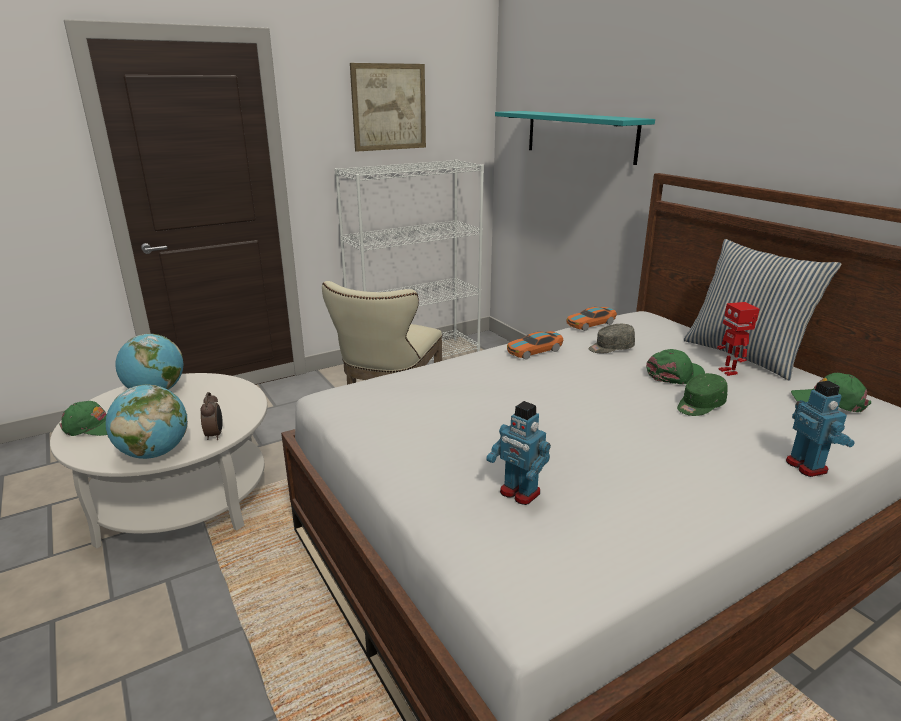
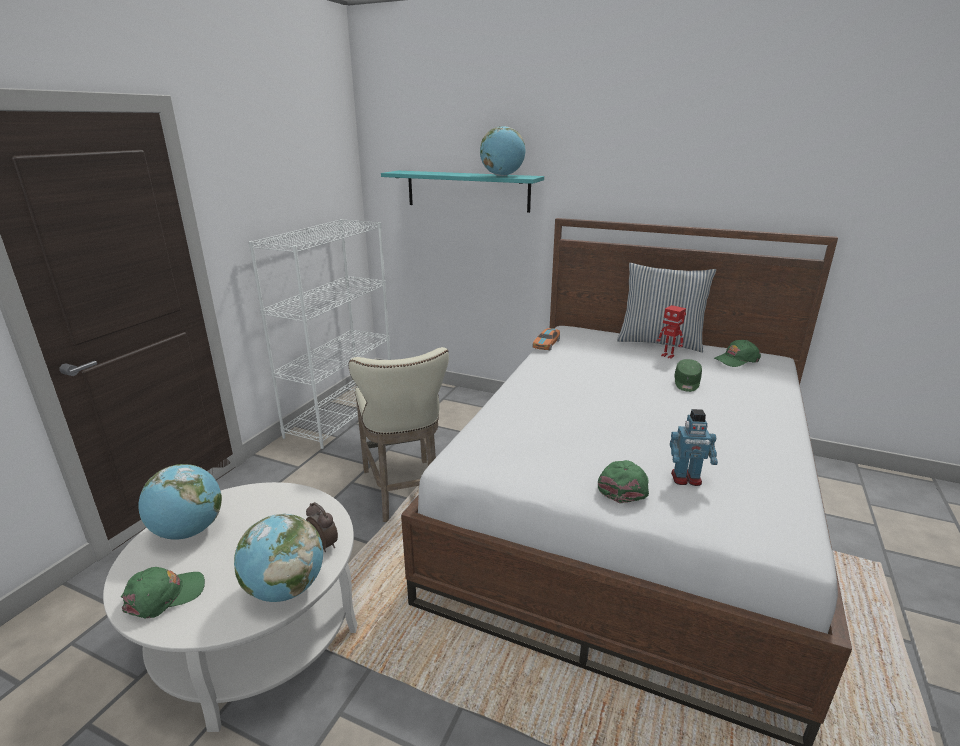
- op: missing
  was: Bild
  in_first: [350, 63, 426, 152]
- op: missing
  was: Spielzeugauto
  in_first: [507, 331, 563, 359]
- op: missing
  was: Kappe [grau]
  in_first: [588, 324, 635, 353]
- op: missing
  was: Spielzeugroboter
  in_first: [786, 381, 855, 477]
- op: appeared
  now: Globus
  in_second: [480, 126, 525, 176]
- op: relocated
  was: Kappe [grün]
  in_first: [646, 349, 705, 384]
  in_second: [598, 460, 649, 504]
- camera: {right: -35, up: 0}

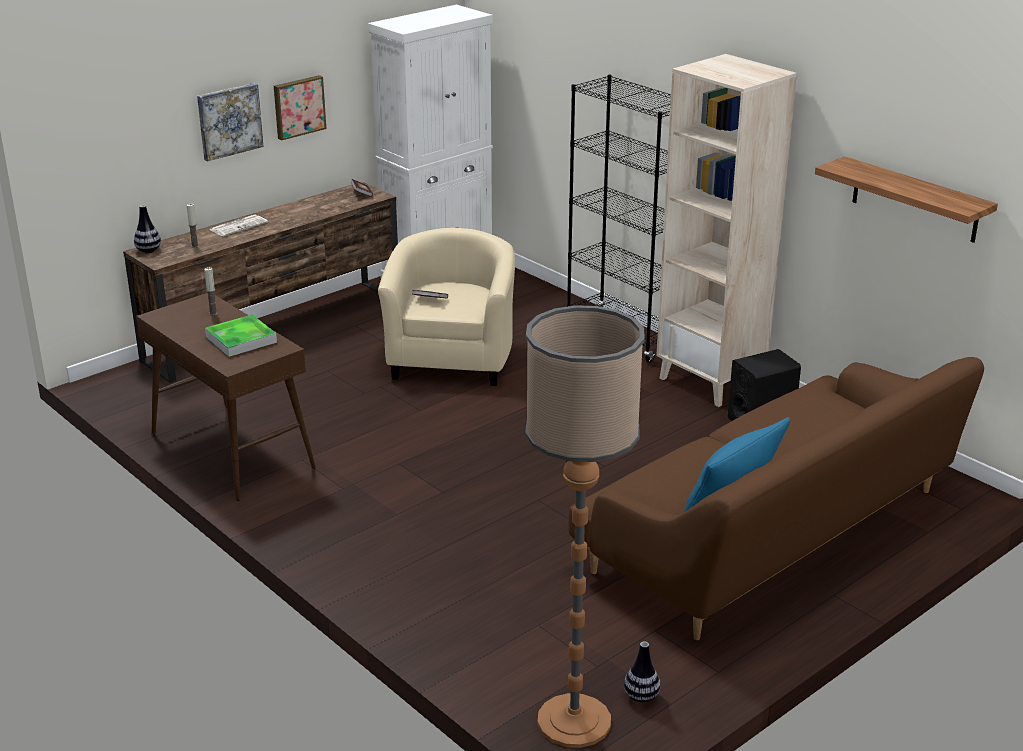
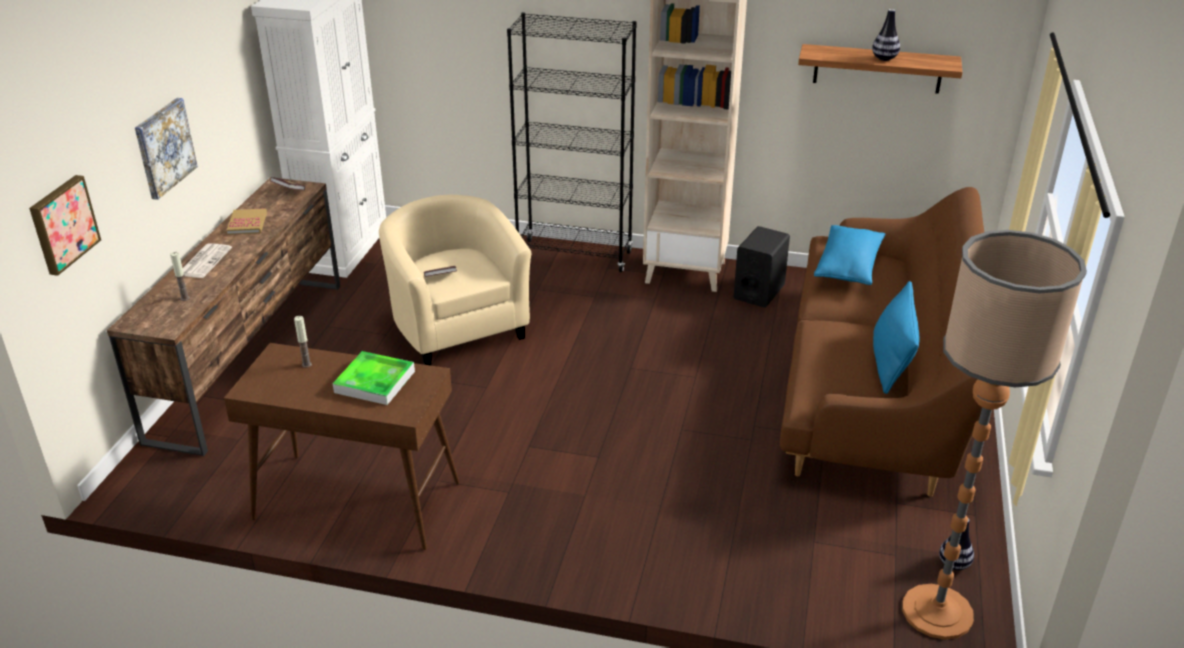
- op: appeared
  now: Buch
  in_second: [227, 208, 267, 235]
- op: appeared
  now: Kissen [blau]
  in_second: [814, 225, 886, 285]
- op: relocated
  was: Vase
  in_first: [134, 205, 161, 253]
  in_second: [872, 9, 900, 61]
- op: relocated
  was: Bild
  in_first: [274, 75, 326, 140]
  in_second: [29, 175, 101, 276]
- camera: {right: -35, up: 5}

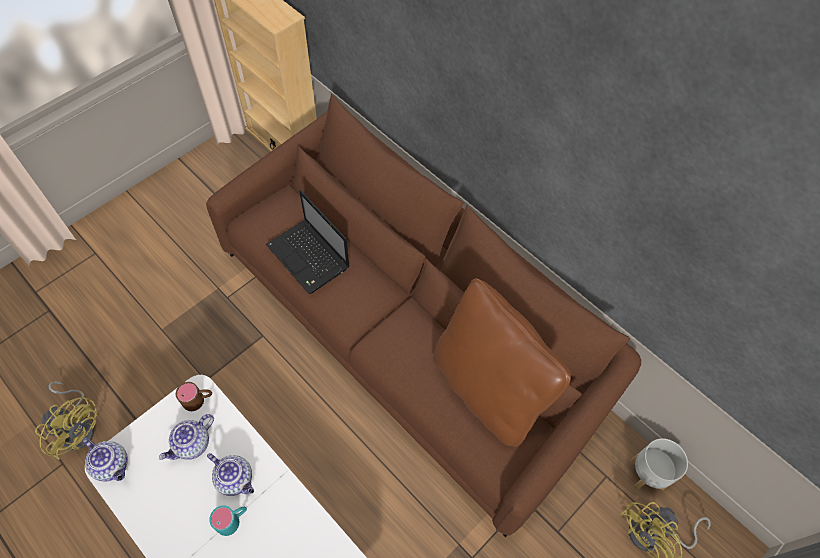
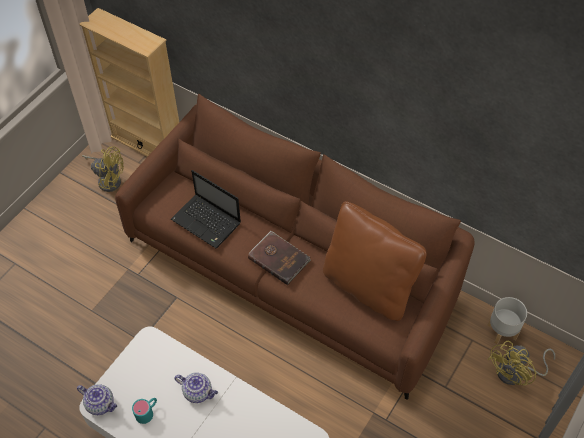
- op: missing
  was: Teekanne
  in_first: [159, 414, 214, 460]
- op: missing
  was: Henkelbecher [braun]
  in_first: [176, 382, 212, 411]
- op: appeared
  now: Buch [braun]
  in_second: [248, 231, 311, 285]
- op: relocated
  was: Ventilator [gelb]
  in_first: [35, 381, 97, 460]
  in_second: [82, 146, 124, 192]
- op: relocated
  was: Henkelbecher [türkis]
  in_first: [209, 506, 247, 536]
  in_second: [132, 398, 157, 424]
- camera: {right: -10, up: -5}

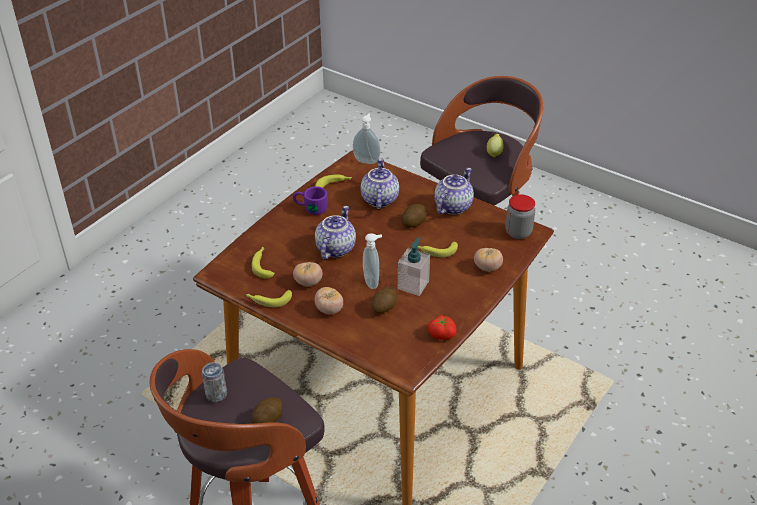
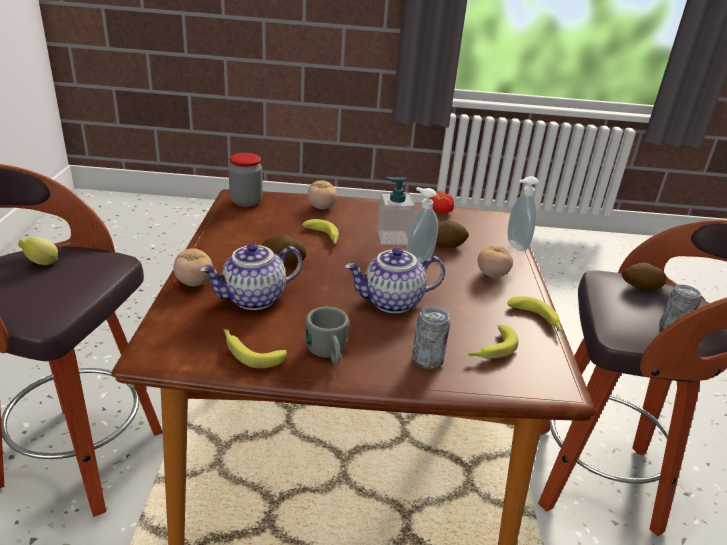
- op: missing
  was: Teekanne
  in_first: [435, 168, 474, 215]
- op: appeared
  now: Dose
  in_second: [412, 307, 450, 369]
- op: relocated
  was: Tomate
  in_first: [293, 262, 323, 287]
  in_second: [173, 248, 213, 286]
- op: relocated
  was: Seifenspender
  in_first: [353, 113, 380, 164]
  in_second: [507, 176, 539, 251]
- op: colour
  was: Henkelbecher [lila]
  now: Henkelbecher [grau]
  in_first: [293, 186, 328, 215]
  in_second: [306, 307, 349, 365]
- camera: {right: -125, up: -10}

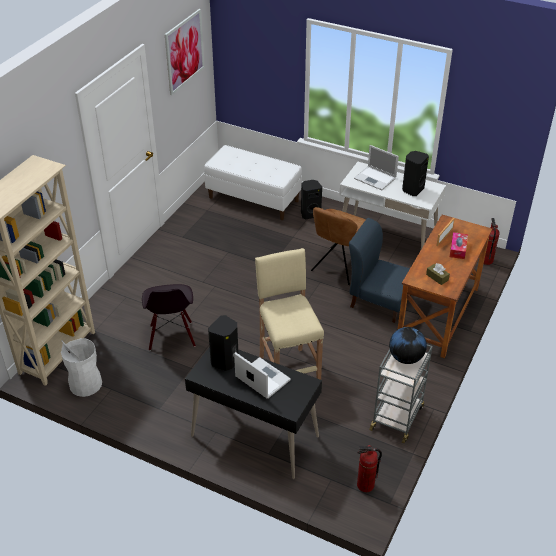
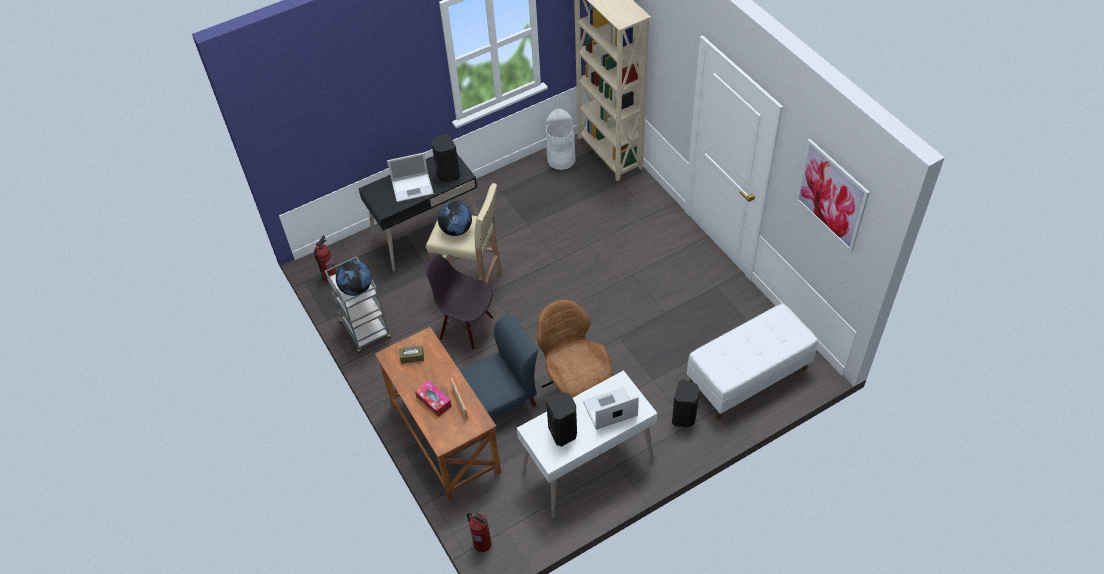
- op: appeared
  now: Globus
  in_second: [437, 202, 472, 236]
- op: relocated
  was: Stuhl [schwarz]
  in_first: [142, 284, 196, 351]
  in_second: [425, 254, 494, 351]
- camera: {right: 125, up: 10}

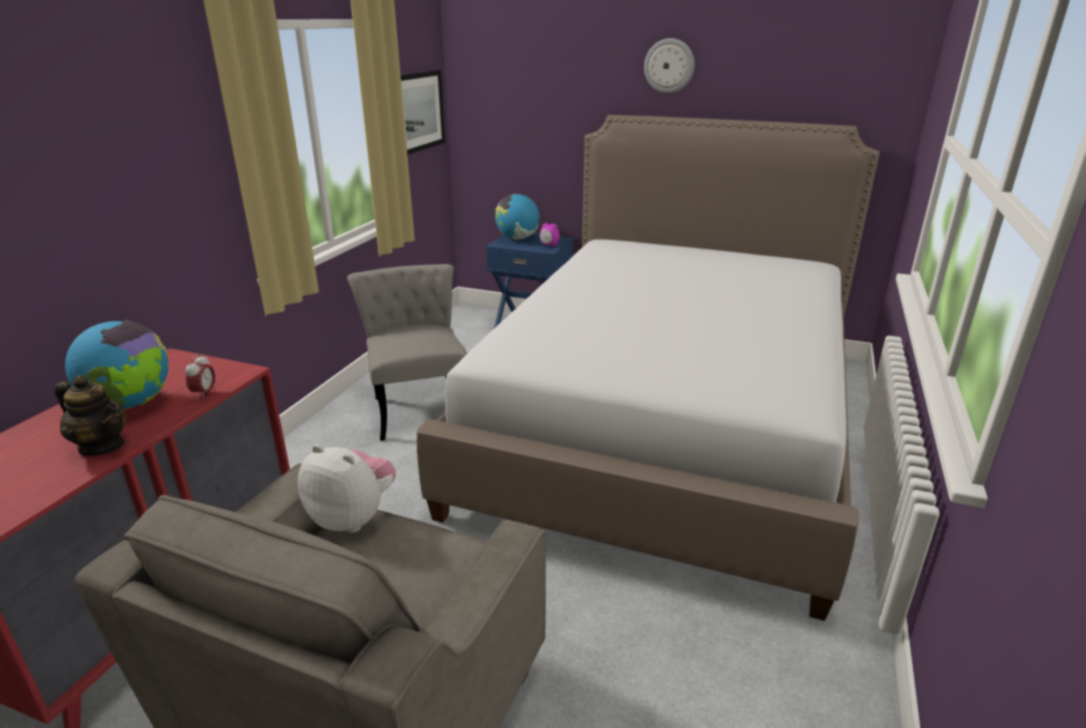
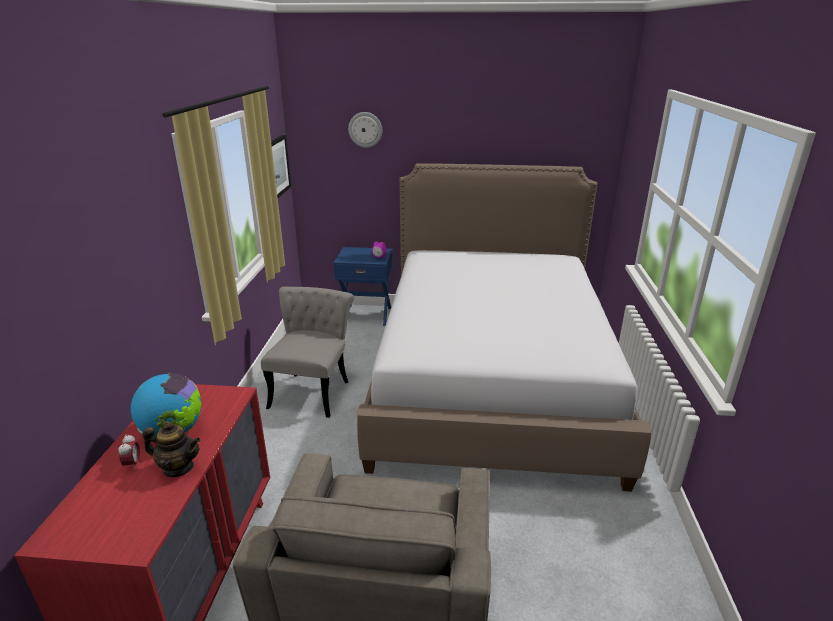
- op: missing
  was: Plüschtier
  in_first: [298, 444, 396, 533]
- op: missing
  was: Globus
  in_first: [495, 194, 539, 240]
- op: relocated
  was: Wecker
  in_first: [185, 354, 215, 399]
  in_second: [118, 434, 140, 470]
- op: relocated
  was: Wanduhr
  in_first: [644, 38, 694, 93]
  in_second: [348, 112, 382, 148]
- op: spun
  was: Stuhl [grau]
  in_first: [347, 264, 467, 441]
  in_second: [261, 287, 354, 418]
  clockwise: 45
- camera: {right: -15, up: 0}

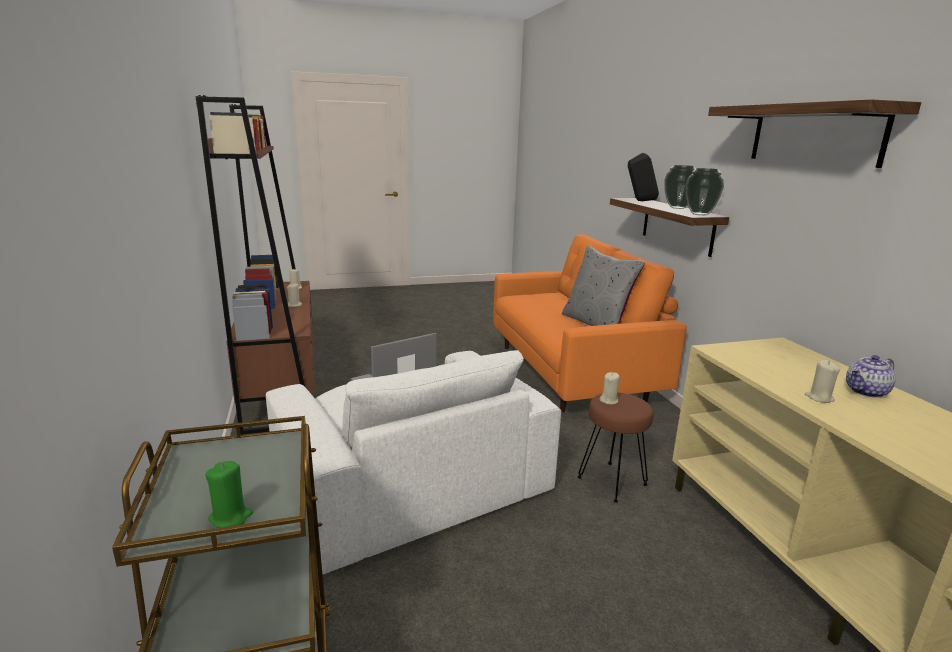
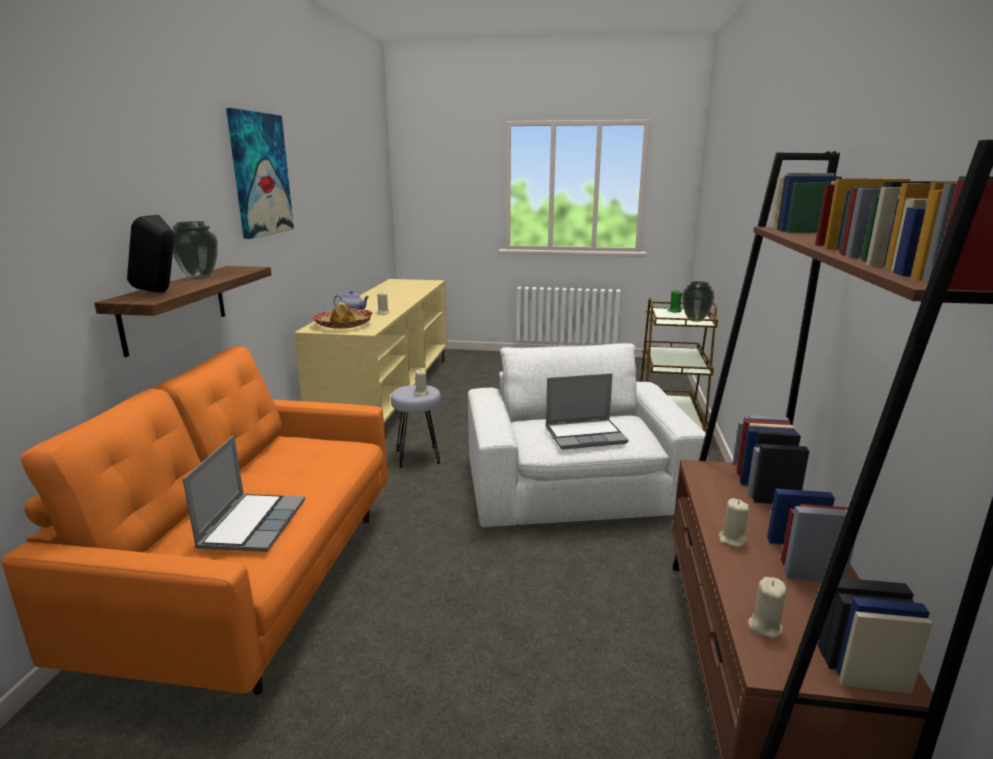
- op: missing
  was: Kissen [grau]
  in_first: [562, 246, 645, 326]
- op: appeared
  now: Laptop
  in_second: [183, 435, 305, 552]
- op: appeared
  now: Hut
  in_second: [312, 302, 373, 329]
- op: relocated
  was: Vase
  in_first: [686, 168, 724, 215]
  in_second: [682, 281, 714, 322]
- op: exchanged
  was: Wandregal
  now: Bild
  in_first: [708, 99, 921, 168]
  in_second: [226, 108, 294, 239]
- op: colour
  was: Hocker [braun]
  now: Hocker [grau]
  in_first: [577, 393, 653, 503]
  in_second: [391, 385, 441, 467]
- camera: {right: -155, up: 0}

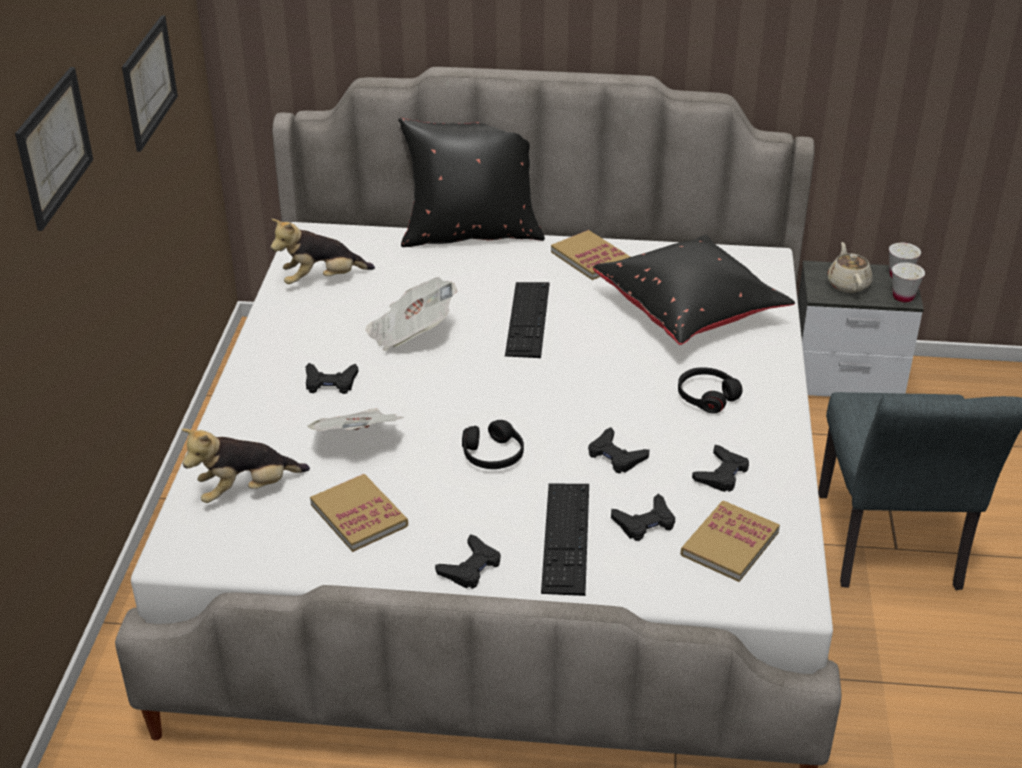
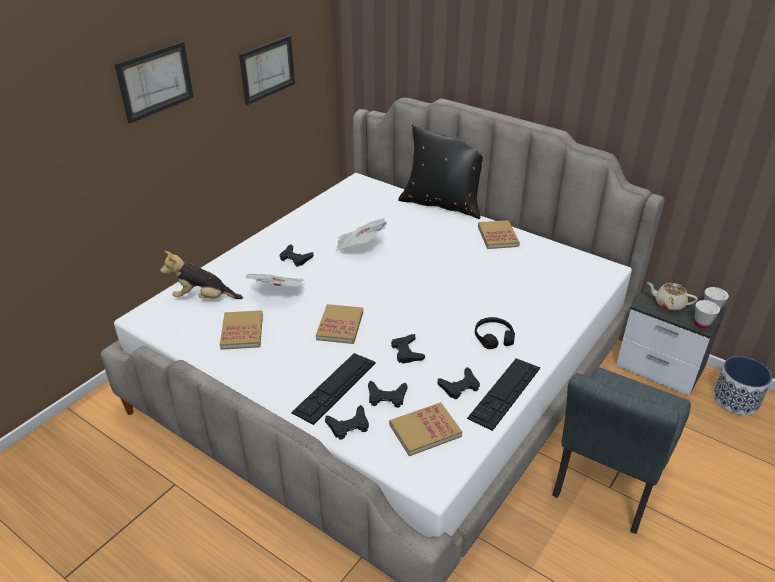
- op: missing
  was: Plüschtier
  in_first: [270, 219, 375, 284]
- op: missing
  was: Kissen [schwarz]
  in_first: [593, 235, 795, 345]
- op: appeared
  now: Pflanzkübel
  in_second: [713, 356, 772, 415]
- op: relocated
  was: Gamepad [schwarz]
  in_first: [435, 534, 501, 589]
  in_second: [325, 405, 369, 440]
- op: relocated
  was: Tastatur
  in_first: [505, 282, 549, 358]
  in_second: [467, 358, 540, 431]
- op: exchanged
  was: Kopfhörer [schwarz]
  now: Buch
  in_first: [462, 420, 524, 469]
  in_second: [316, 304, 363, 344]
- op: spun
  was: Teekanne [beige]
  in_first: [828, 242, 873, 293]
  in_second: [647, 282, 698, 311]
  clockwise: -90
- camera: {right: 30, up: 0}

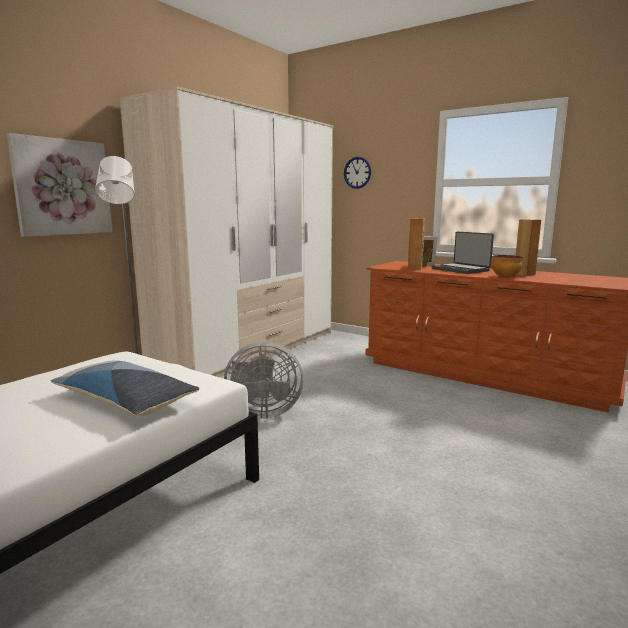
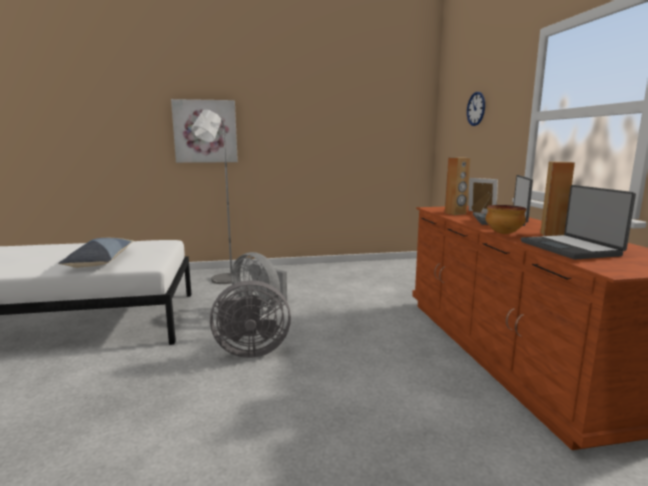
- op: missing
  was: Kleiderschrank
  in_first: [120, 86, 333, 378]
- op: appeared
  now: Ventilator [grau]
  in_second: [210, 280, 291, 358]
- op: appeared
  now: Laptop
  in_second: [521, 185, 636, 260]
- camera: {right: 45, up: 0}

